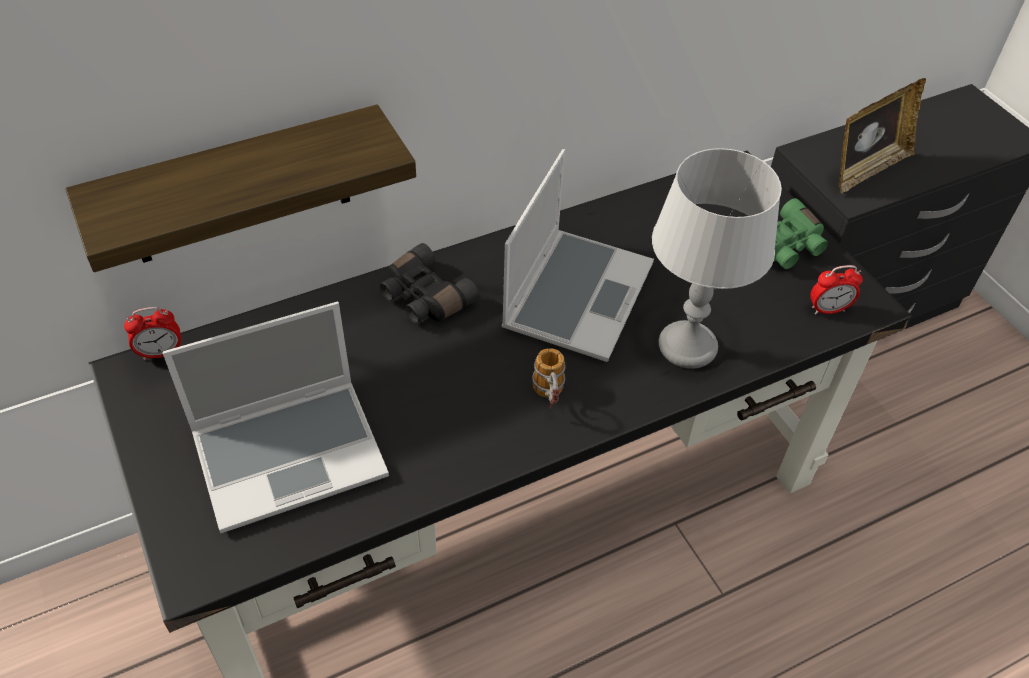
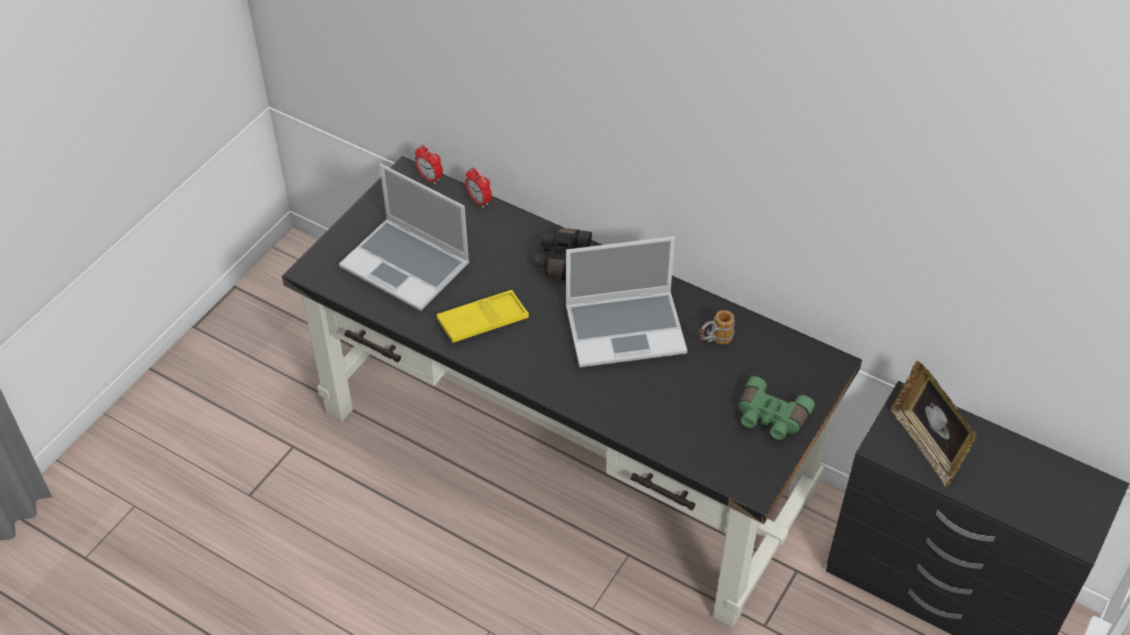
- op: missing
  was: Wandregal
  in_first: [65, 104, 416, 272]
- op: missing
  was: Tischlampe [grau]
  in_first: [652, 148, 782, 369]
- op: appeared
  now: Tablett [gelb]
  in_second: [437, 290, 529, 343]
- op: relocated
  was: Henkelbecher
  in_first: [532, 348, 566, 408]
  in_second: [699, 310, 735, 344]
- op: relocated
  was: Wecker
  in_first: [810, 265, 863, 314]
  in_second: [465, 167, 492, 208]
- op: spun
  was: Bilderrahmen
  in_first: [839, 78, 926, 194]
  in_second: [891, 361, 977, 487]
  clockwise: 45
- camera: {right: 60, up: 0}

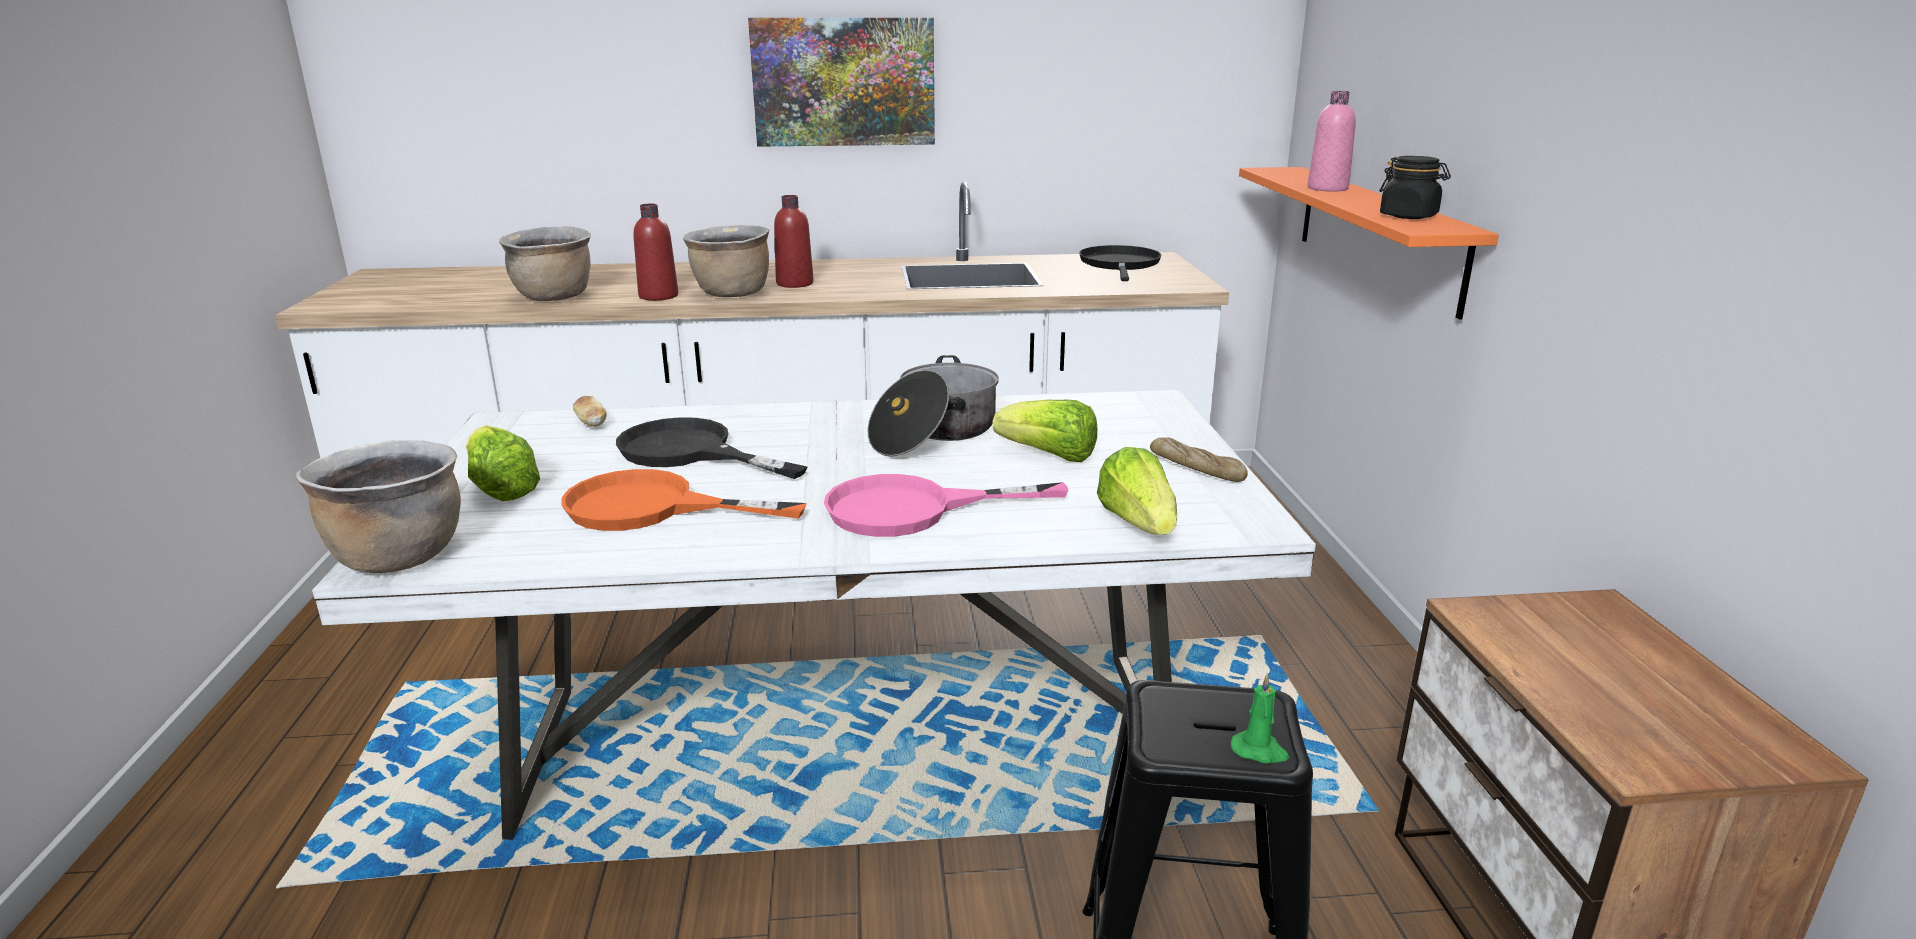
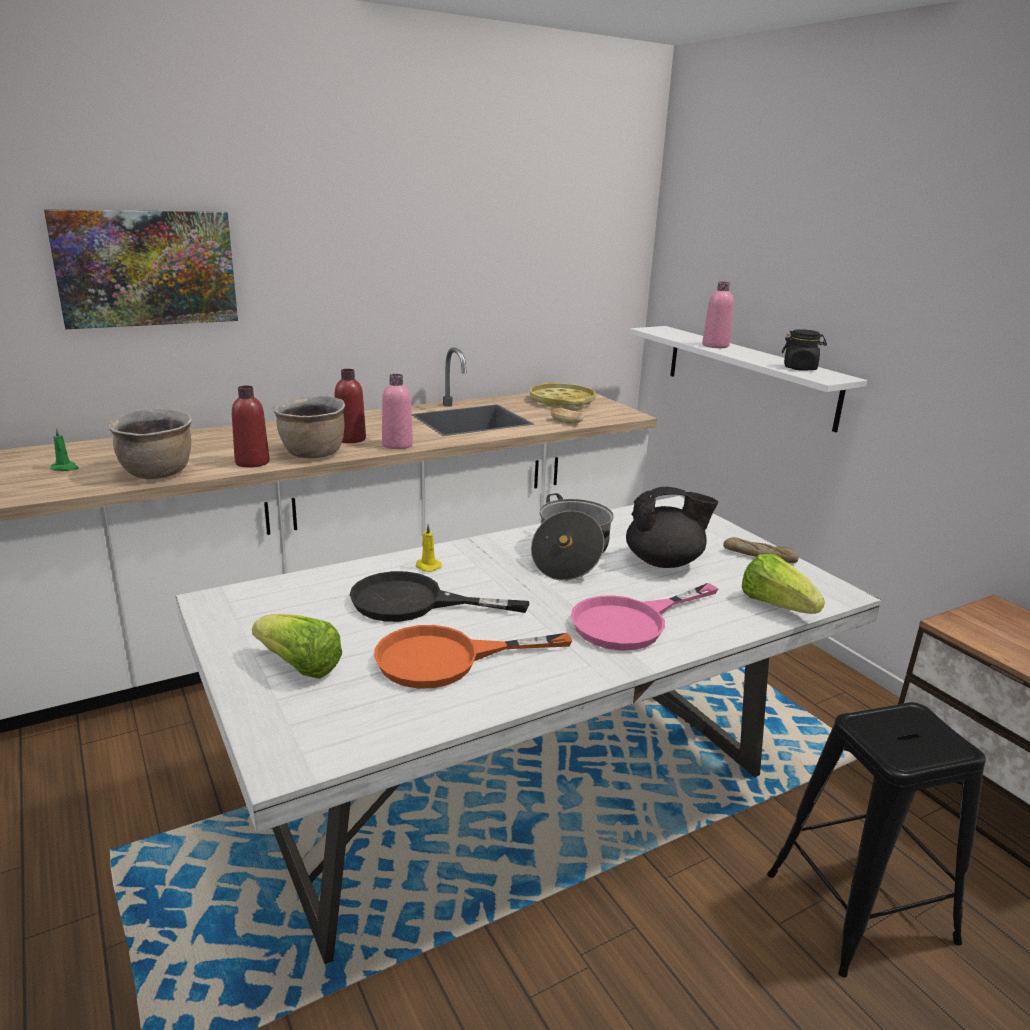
- op: missing
  was: Kochtopf [braun]
  in_first: [296, 440, 461, 573]
- op: appeared
  now: Flasche [rosa]
  in_second: [382, 374, 413, 449]
- op: appeared
  now: Kerze [gelb]
  in_second: [416, 524, 442, 572]
- op: relocated
  was: Brot
  in_first: [573, 396, 607, 427]
  in_second: [551, 408, 584, 424]
- op: relocated
  was: Bild
  in_first: [748, 18, 935, 147]
  in_second: [44, 209, 238, 329]
- op: relocated
  was: Kerze [grün]
  in_first: [1231, 673, 1289, 763]
  in_second: [50, 427, 79, 471]
- op: exchanged
  was: Salatkopf
  now: Teekanne [schwarz]
  in_first: [992, 400, 1097, 462]
  in_second: [626, 487, 718, 568]
- op: exchanged
  was: Pfanne [schwarz]
  now: Tablett [gelb]
  in_first: [1079, 245, 1161, 281]
  in_second: [530, 382, 596, 408]
- op: colour
  was: Wandregal [orange]
  now: Wandregal [weiß]
  in_first: [1239, 167, 1499, 320]
  in_second: [630, 326, 867, 432]
- camera: {right: -25, up: 0}

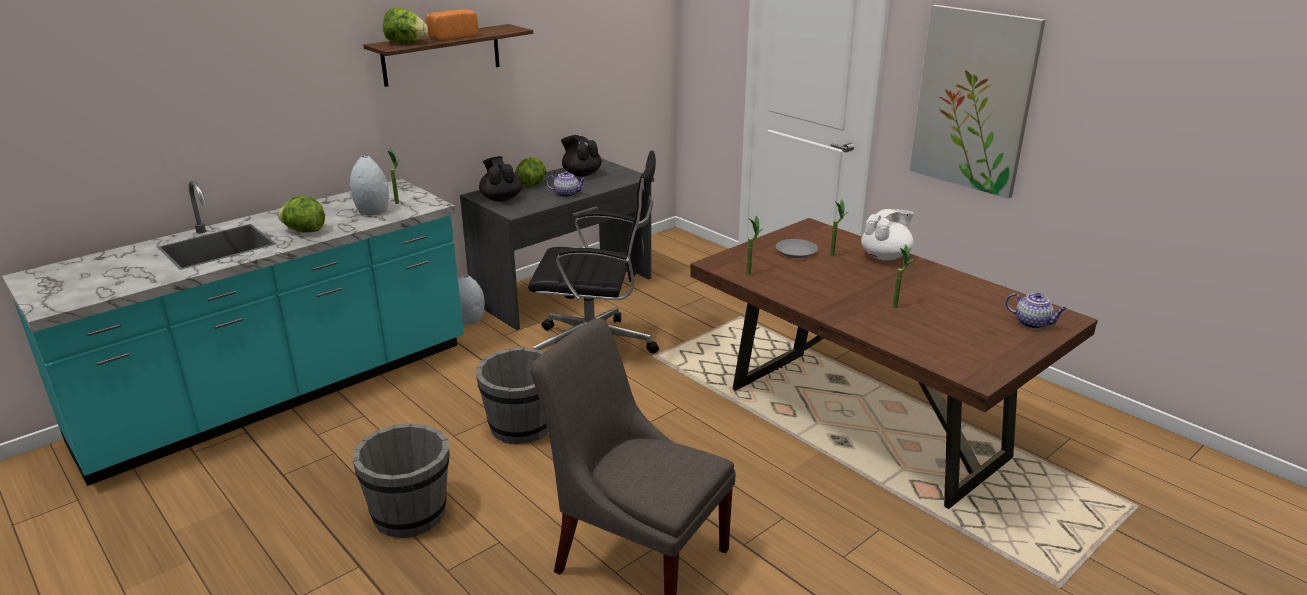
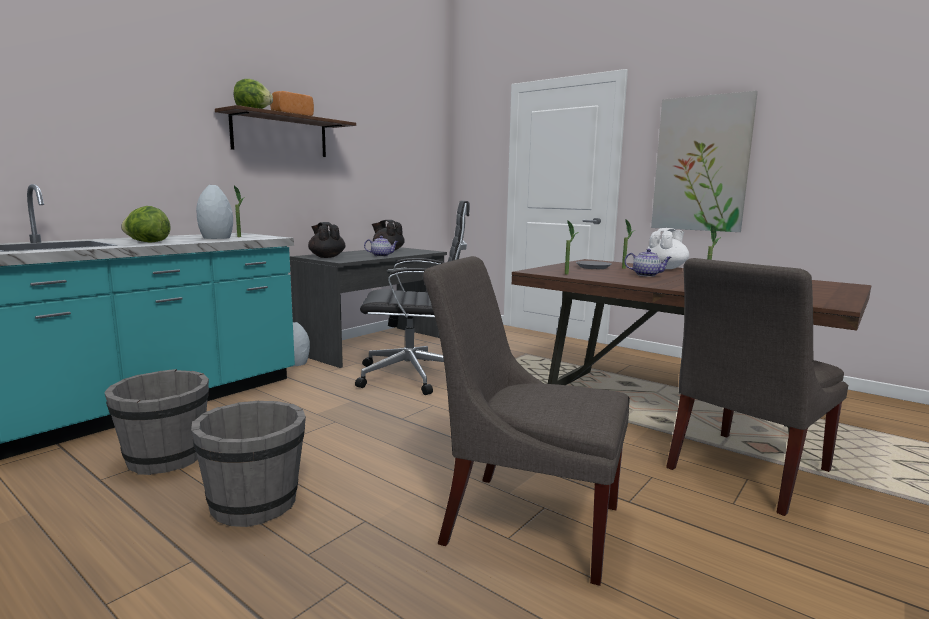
- op: missing
  was: Salatkopf
  in_first: [515, 157, 547, 188]
- op: appeared
  now: Stuhl [grau]
  in_second: [666, 258, 848, 516]
- op: relocated
  was: Eimer [grau]
  in_first: [476, 347, 548, 445]
  in_second: [104, 369, 209, 475]
- op: relocated
  was: Teekanne
  in_first: [1006, 293, 1067, 329]
  in_second: [624, 249, 672, 277]
- camera: {right: -10, up: -15}

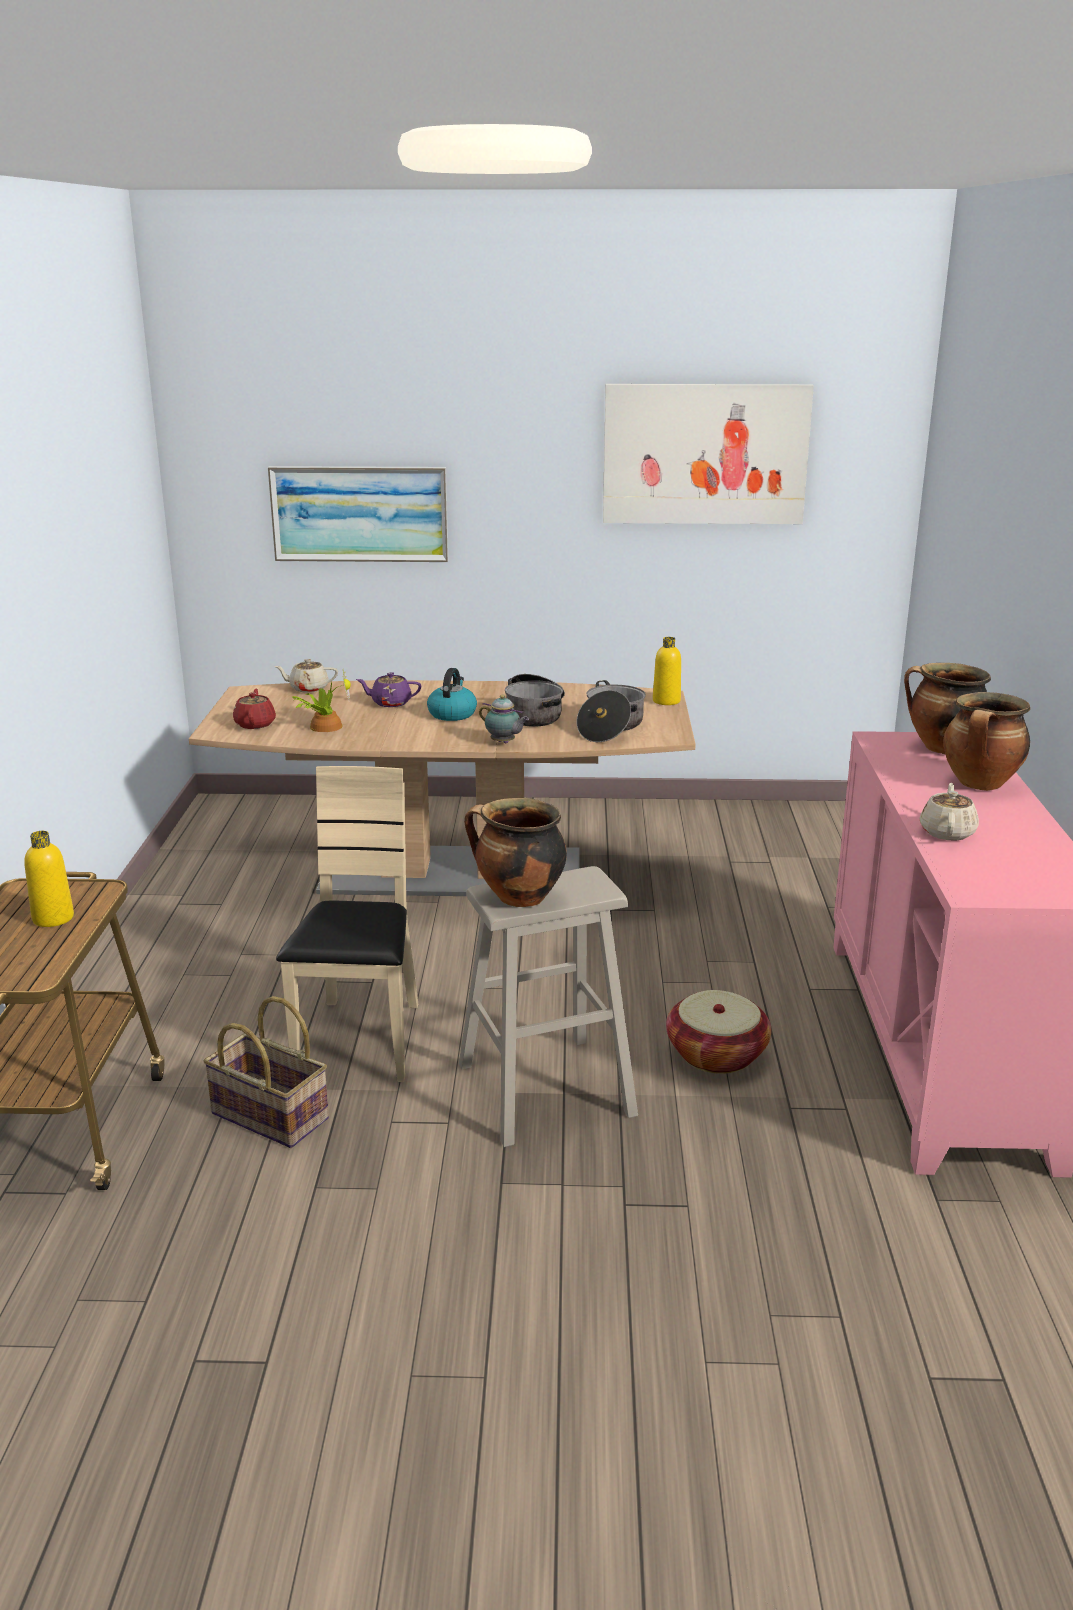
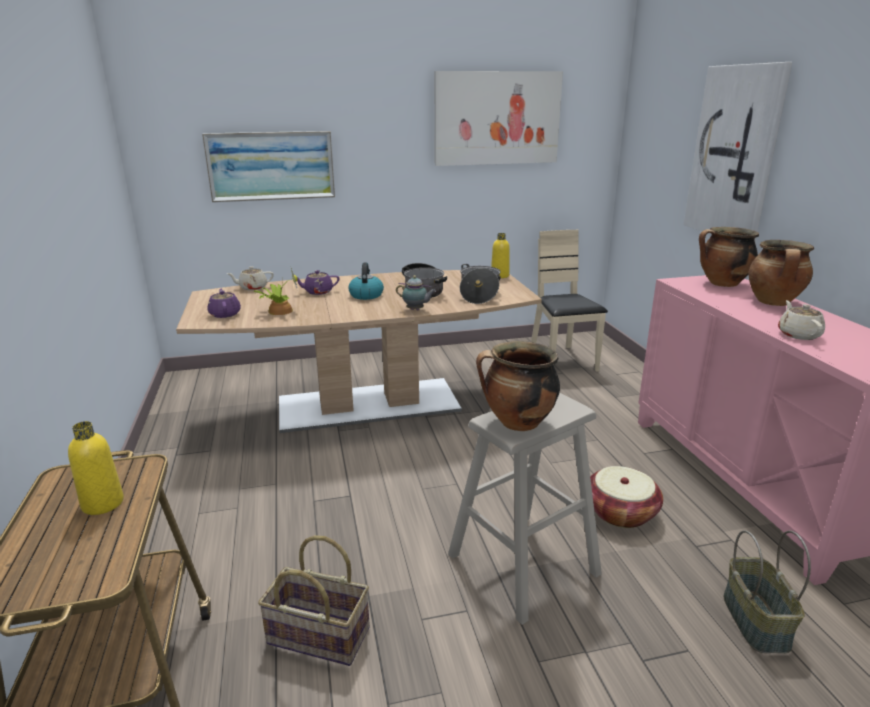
- op: appeared
  now: Bild
  in_second: [683, 62, 792, 242]
- op: appeared
  now: Korb
  in_second: [724, 530, 811, 653]
- op: relocated
  was: Stuhl [beige]
  in_first: [276, 766, 418, 1082]
  in_second: [531, 230, 608, 372]
- op: colour
  was: Teekanne [rot]
  now: Teekanne [lila]
  in_first: [233, 689, 276, 729]
  in_second: [207, 289, 241, 318]
- camera: {right: -15, up: 0}

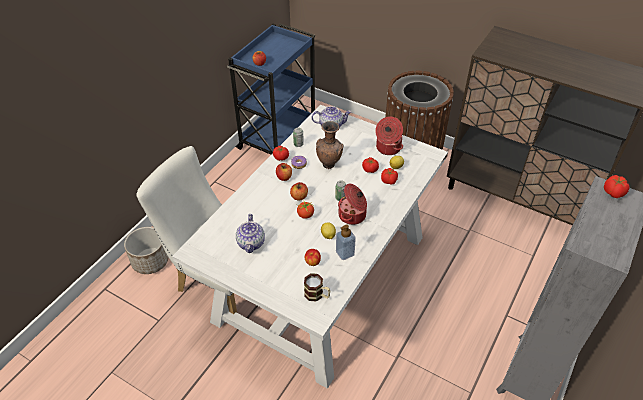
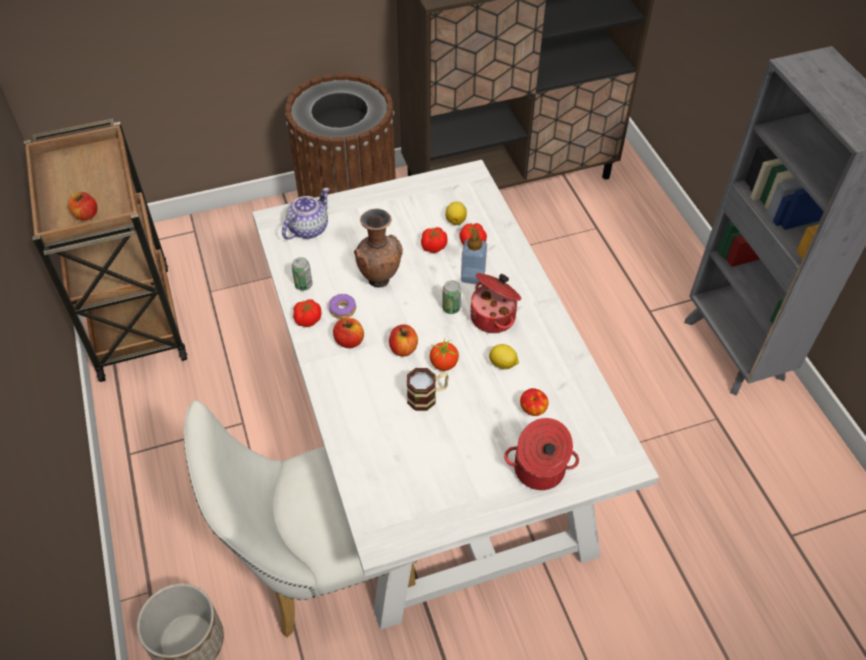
- op: missing
  was: Teekanne
  in_first: [236, 214, 265, 253]
- op: missing
  was: Tomate
  in_first: [604, 175, 630, 198]
- op: relocated
  was: Henkelbecher
  in_first: [304, 273, 330, 302]
  in_second: [407, 368, 449, 411]
- op: relocated
  was: Seifenspender
  in_first: [336, 224, 356, 260]
  in_second: [461, 230, 487, 285]
- op: relocated
  was: Kochtopf
  in_first: [375, 116, 403, 155]
  in_second: [504, 418, 579, 490]
- op: colour
  was: Rollwagen [blau]
  now: Rollwagen [braun]
  in_first: [227, 24, 315, 155]
  in_second: [24, 119, 187, 382]
- camera: {right: -50, up: 5}

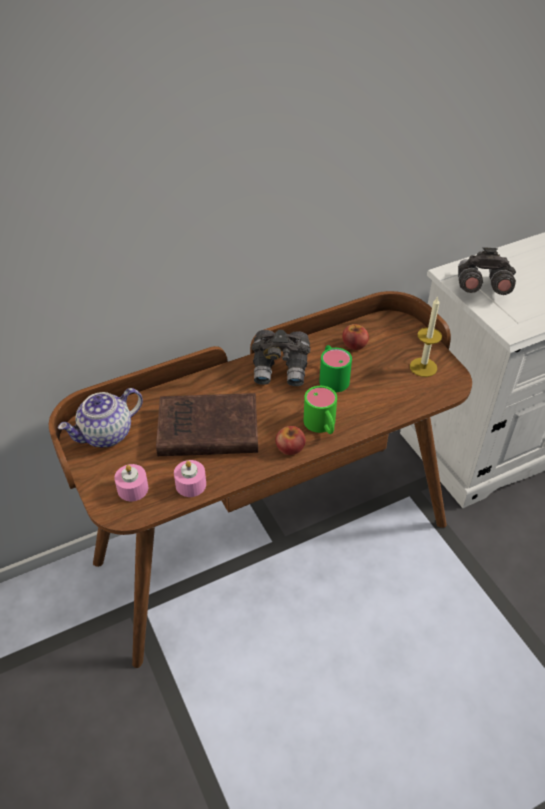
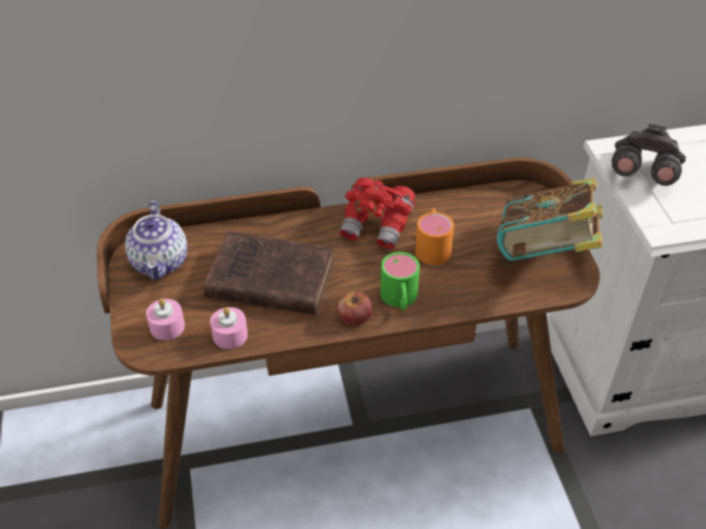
- op: missing
  was: Apfel
  in_first: [342, 324, 369, 350]
- op: exchanged
  was: Kerze
  now: Buch
  in_first: [410, 296, 442, 377]
  in_second: [497, 177, 603, 261]
- op: colour
  was: Fernglas [grau]
  now: Fernglas [rot]
  in_first: [251, 330, 310, 386]
  in_second: [340, 178, 415, 249]
- op: colour
  was: Henkelbecher [grün]
  now: Henkelbecher [orange]
  in_first: [319, 345, 352, 392]
  in_second: [415, 208, 454, 265]
- op: spun
  was: Teekanne
  in_first: [58, 388, 143, 447]
  in_second: [125, 201, 187, 281]
  clockwise: -75
- camera: {right: 15, up: 0}

